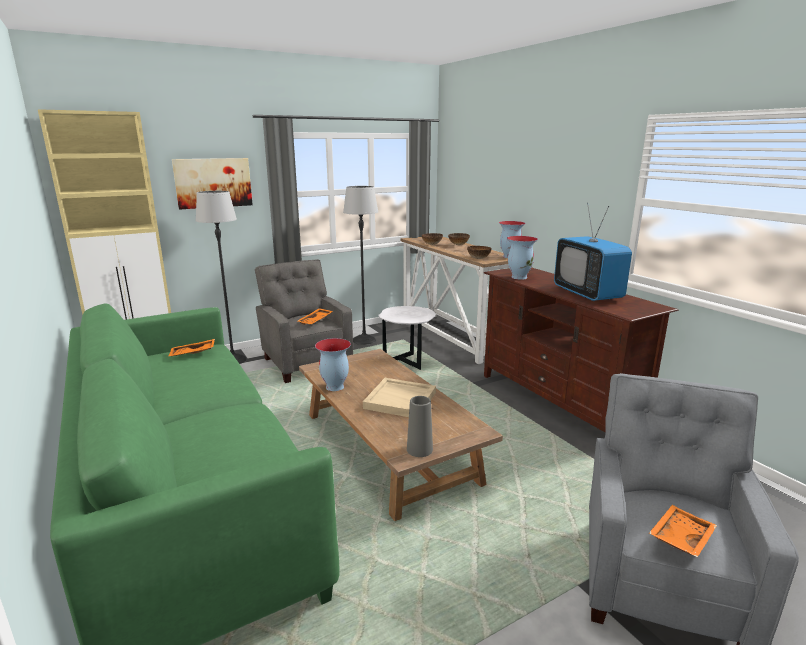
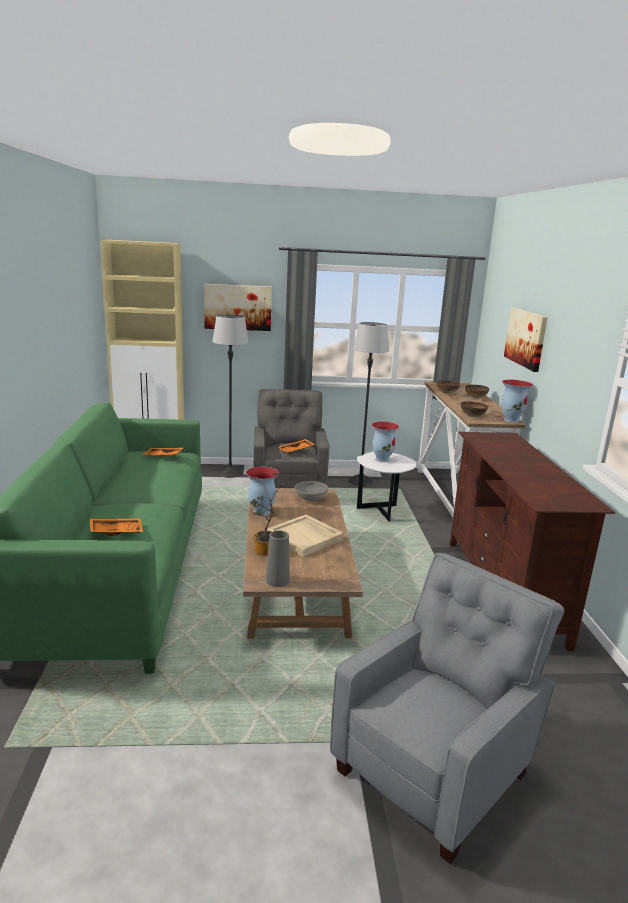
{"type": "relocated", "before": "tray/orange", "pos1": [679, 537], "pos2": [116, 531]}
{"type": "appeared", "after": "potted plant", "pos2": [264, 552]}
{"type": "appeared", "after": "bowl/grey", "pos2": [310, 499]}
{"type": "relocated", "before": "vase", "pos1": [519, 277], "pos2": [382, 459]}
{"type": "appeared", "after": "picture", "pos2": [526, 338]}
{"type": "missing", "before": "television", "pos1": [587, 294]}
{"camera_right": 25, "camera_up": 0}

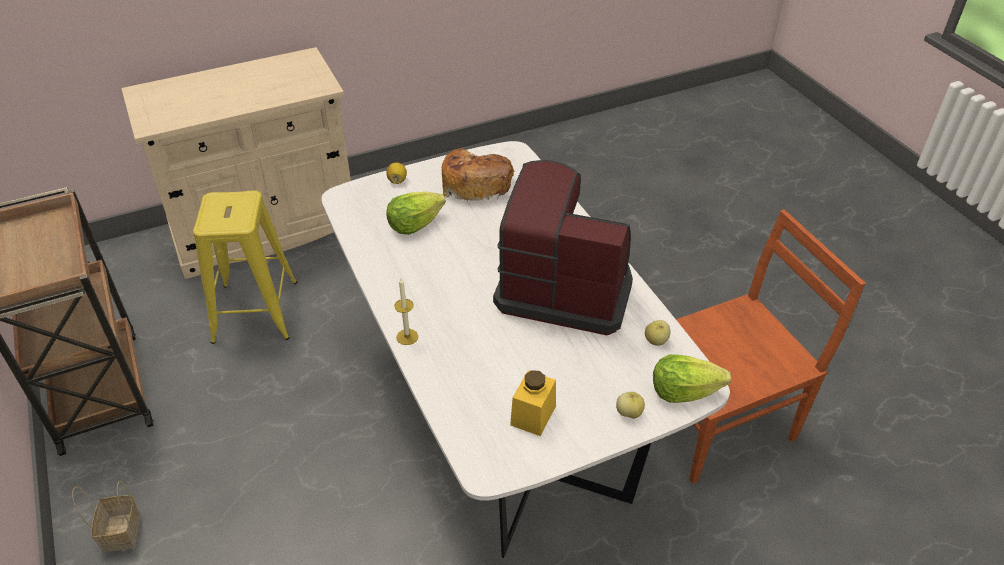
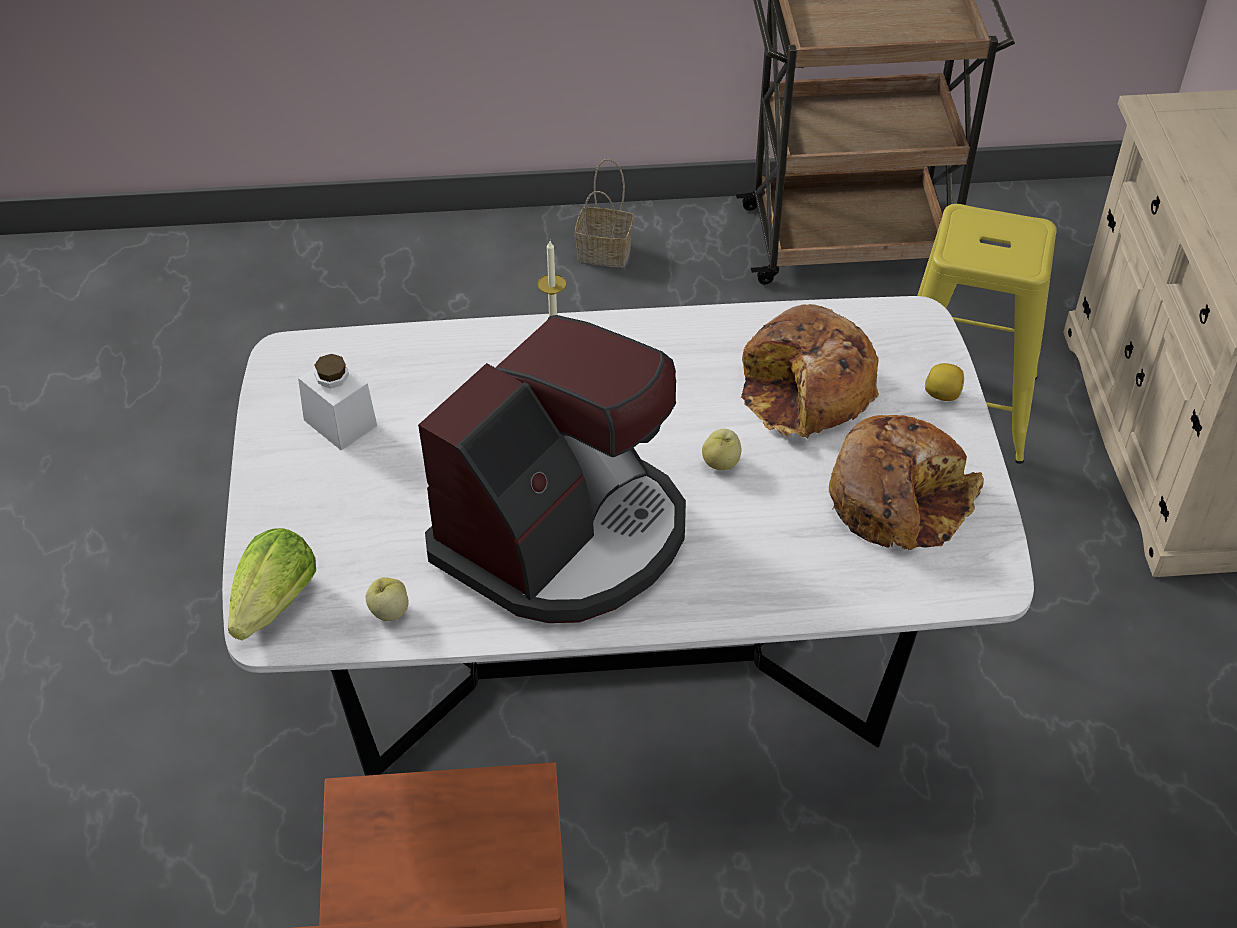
{"type": "colour", "before": "jar/yellow", "after": "jar/white", "pos1": [533, 415], "pos2": [340, 423]}
{"type": "relocated", "before": "apple", "pos1": [629, 412], "pos2": [721, 462]}
{"type": "exchanged", "before": "lettuce", "after": "bread", "pos1": [414, 225], "pos2": [807, 391]}
{"camera_right": 110, "camera_up": 5}

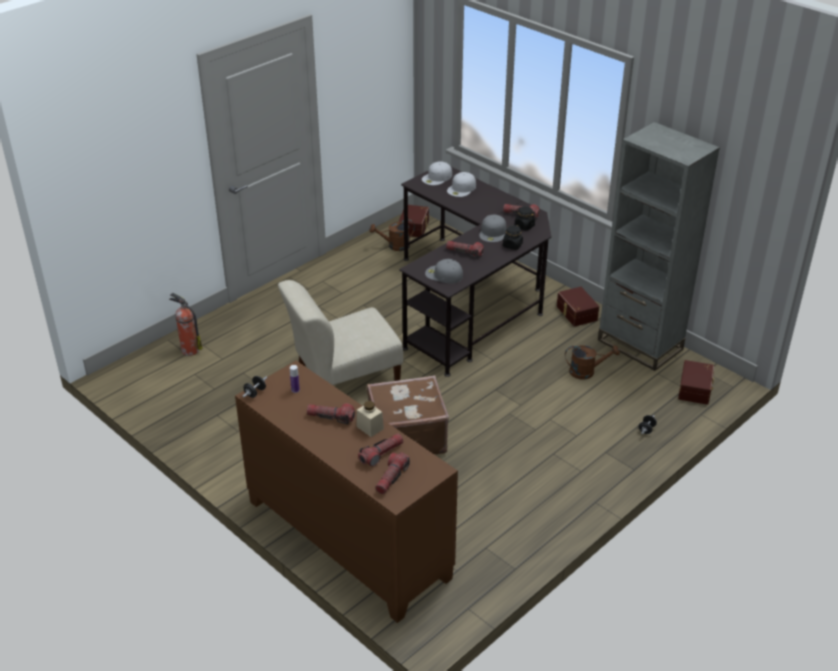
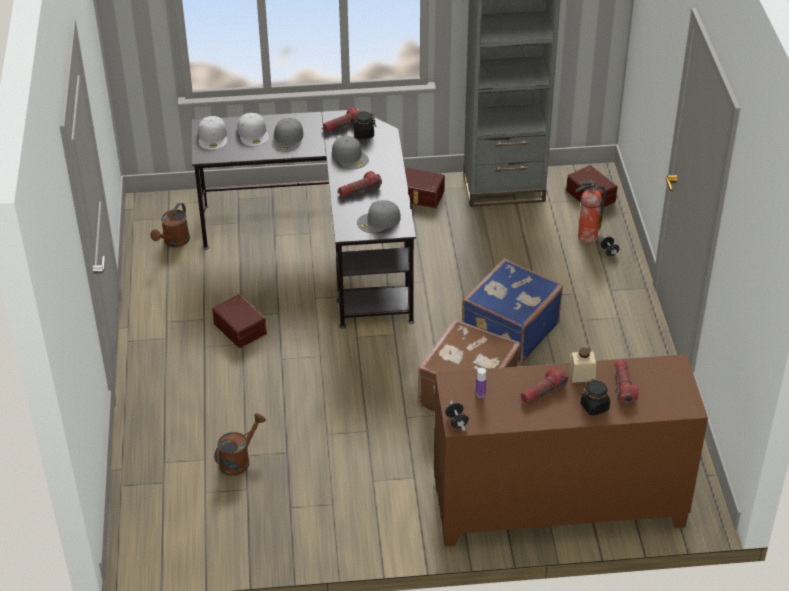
{"type": "relocated", "before": "storage box/brown", "pos1": [414, 227], "pos2": [241, 328]}
{"type": "relocated", "before": "watering can/brown", "pos1": [587, 372], "pos2": [238, 460]}
{"type": "appeared", "after": "cap/grey", "pos2": [288, 139]}
{"type": "appeared", "after": "suitcase/blue", "pos2": [508, 331]}
{"type": "relocated", "before": "fire extinguisher", "pos1": [189, 350], "pos2": [586, 237]}
{"type": "relocated", "before": "jar/black", "pos1": [512, 245], "pos2": [594, 407]}
{"type": "missing", "before": "chair/beige", "pos1": [344, 378]}
{"type": "missing", "before": "flashlight", "pos1": [391, 478]}
{"camera_right": -50, "camera_up": 5}

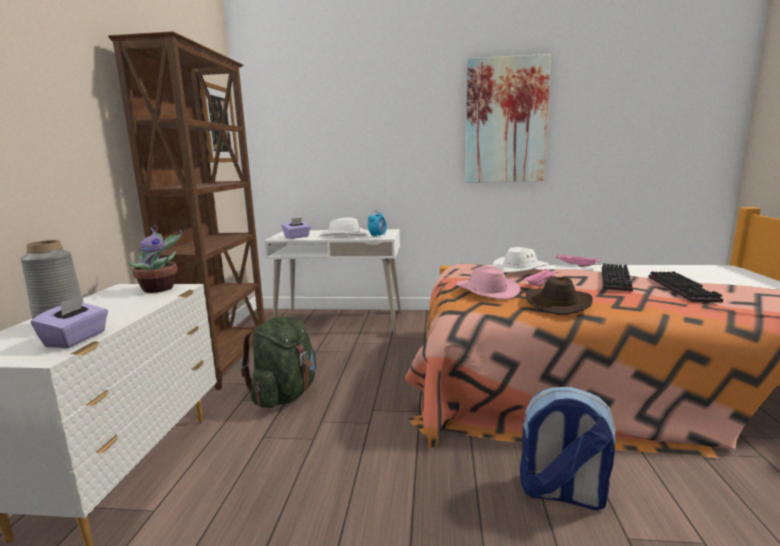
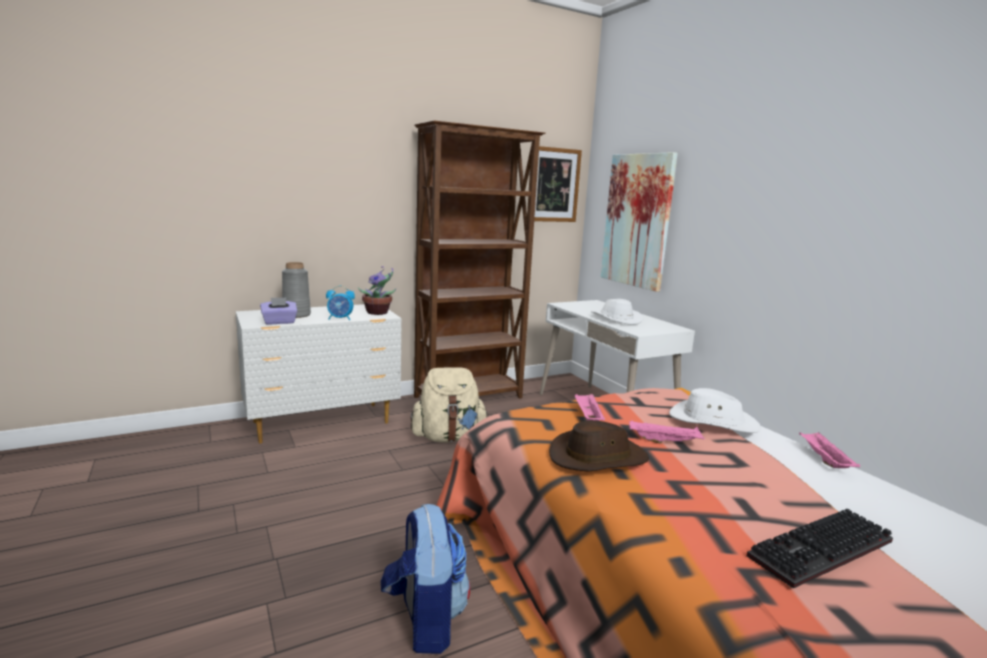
{"type": "relocated", "before": "alarm clock", "pos1": [377, 236], "pos2": [340, 319]}
{"type": "colour", "before": "backpack/green", "after": "backpack/beige", "pos1": [285, 395], "pos2": [448, 437]}
{"type": "exchanged", "before": "hat/pink", "after": "tray/pink", "pos1": [486, 291], "pos2": [587, 417]}
{"type": "relocated", "before": "picture", "pos1": [505, 121], "pos2": [637, 220]}
{"type": "missing", "before": "tissue box/purple", "pos1": [297, 237]}
{"type": "missing", "before": "keyboard", "pos1": [617, 279]}
{"camera_right": 55, "camera_up": 0}

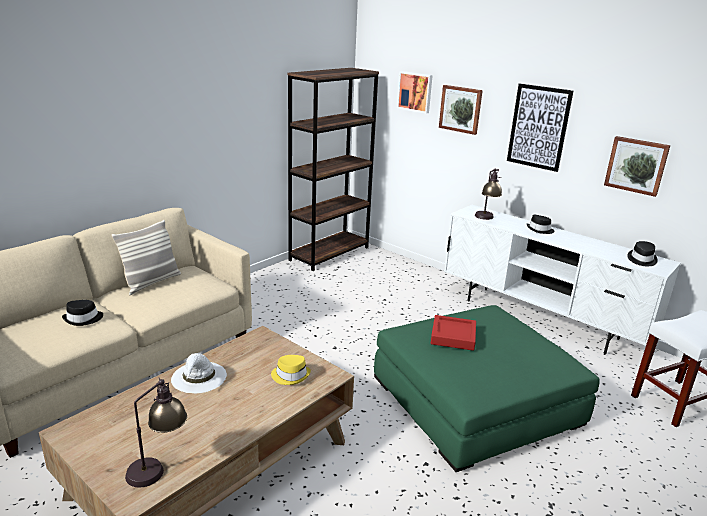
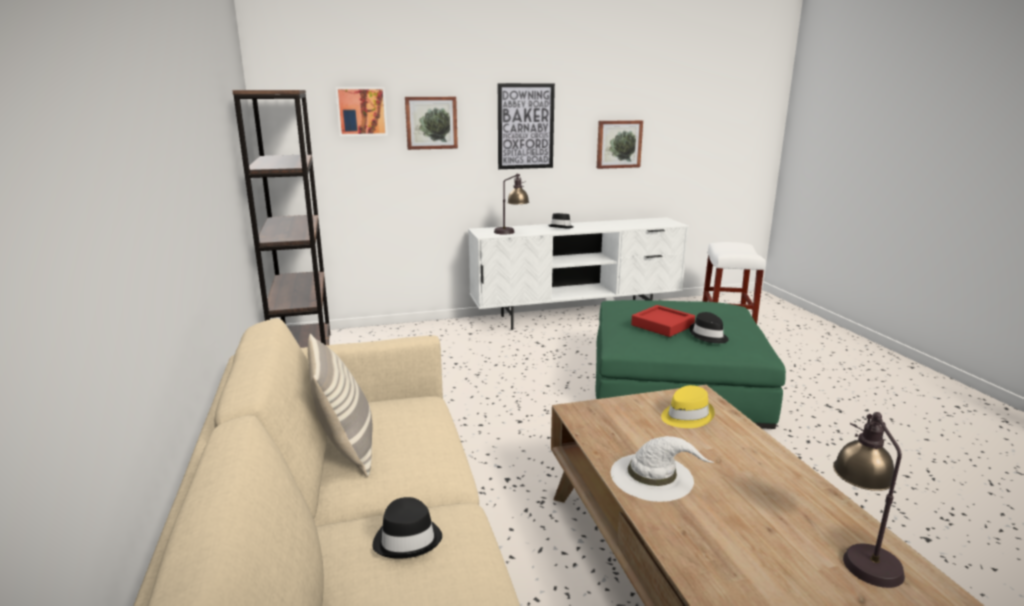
{"type": "relocated", "before": "hat/black", "pos1": [641, 259], "pos2": [708, 335]}
{"camera_right": -55, "camera_up": -5}

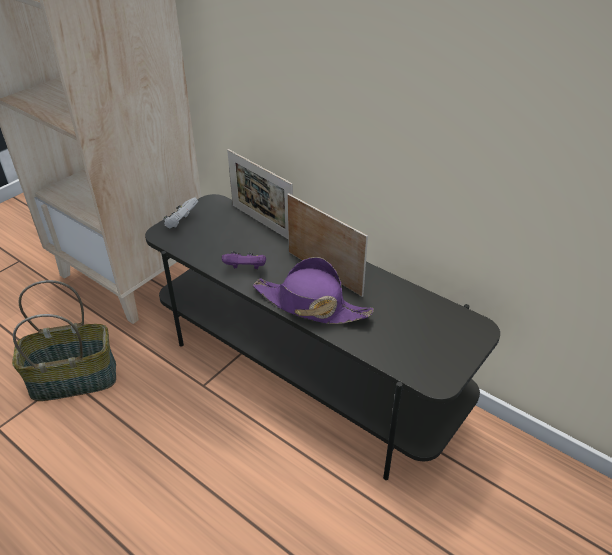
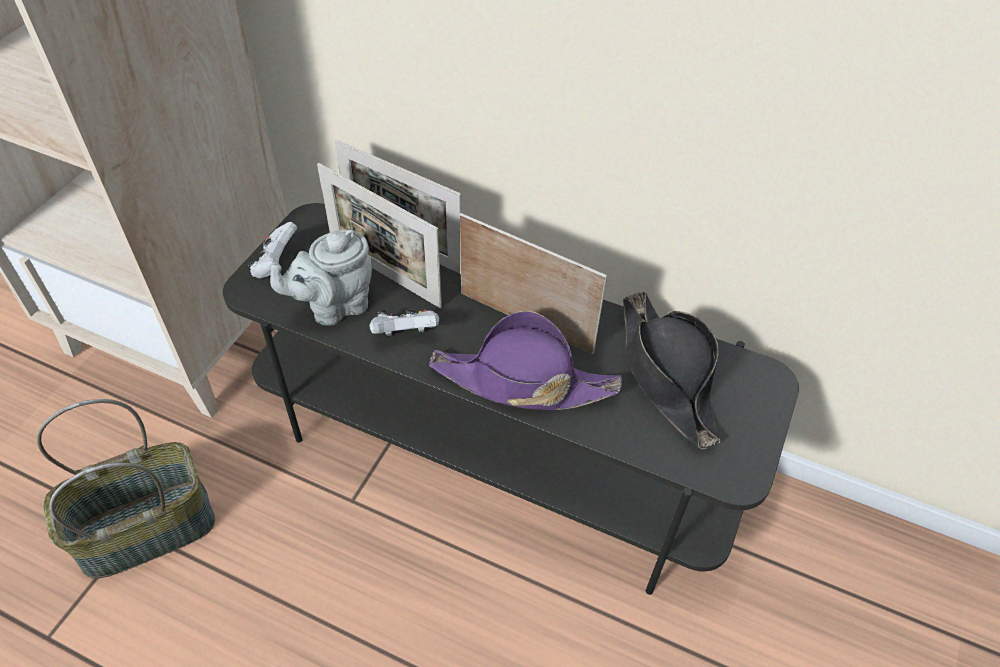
{"type": "appeared", "after": "teapot/grey", "pos2": [334, 306]}
{"type": "appeared", "after": "picture frame", "pos2": [385, 274]}
{"type": "colour", "before": "game controller/purple", "after": "game controller/white", "pos1": [246, 269], "pos2": [405, 334]}
{"type": "appeared", "after": "hat/black", "pos2": [667, 375]}
{"camera_right": -15, "camera_up": 10}

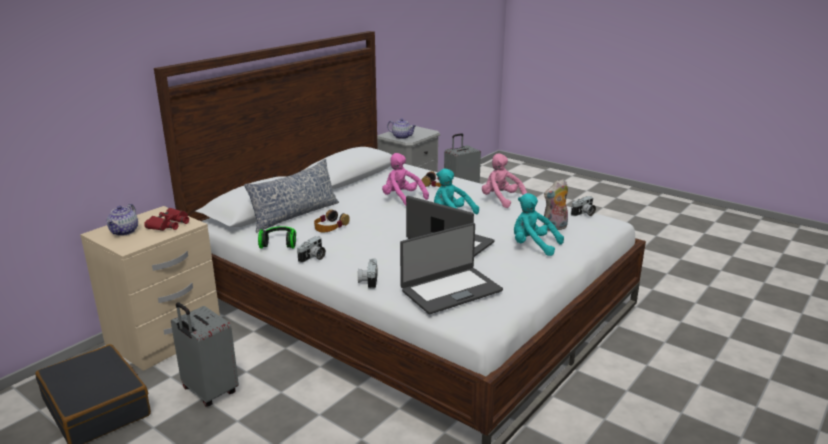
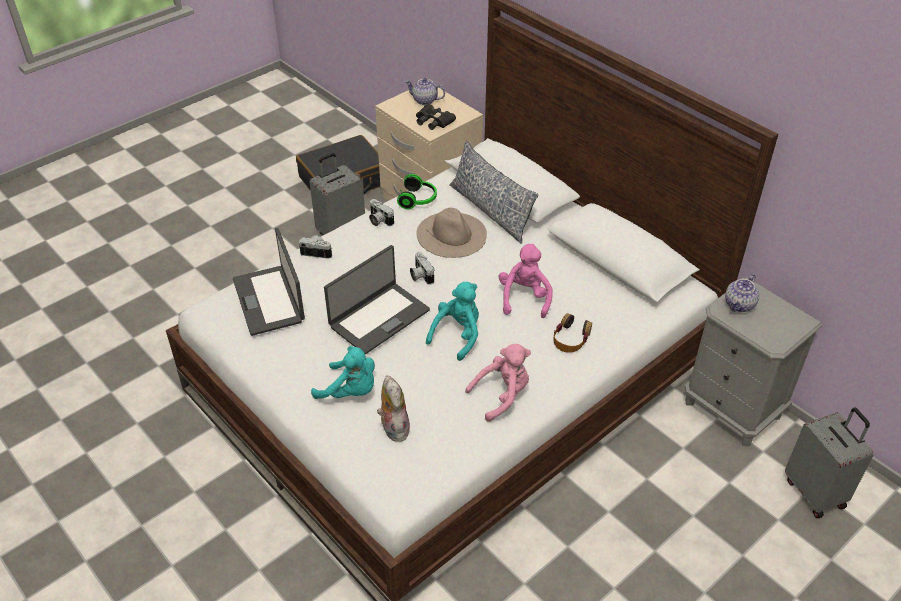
{"type": "spun", "before": "plush toy/turquoise", "pos1": [533, 246], "pos2": [350, 391], "turn": 75}
{"type": "relocated", "before": "photo camera", "pos1": [584, 214], "pos2": [420, 275]}
{"type": "colour", "before": "binoculars/red", "after": "binoculars/black", "pos1": [169, 224], "pos2": [434, 121]}
{"type": "exchanged", "before": "headphones", "after": "hat/beige", "pos1": [330, 226], "pos2": [452, 234]}
{"type": "spun", "before": "plush toy/pink", "pos1": [402, 199], "pos2": [524, 298], "turn": -45}
{"camera_right": 100, "camera_up": 20}

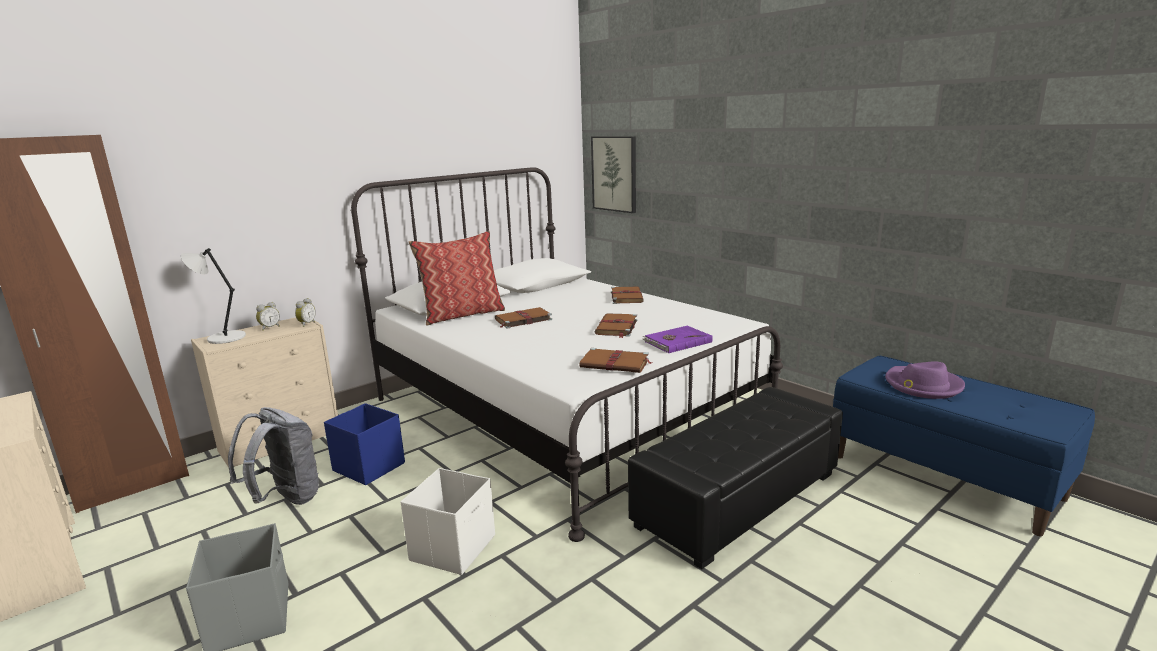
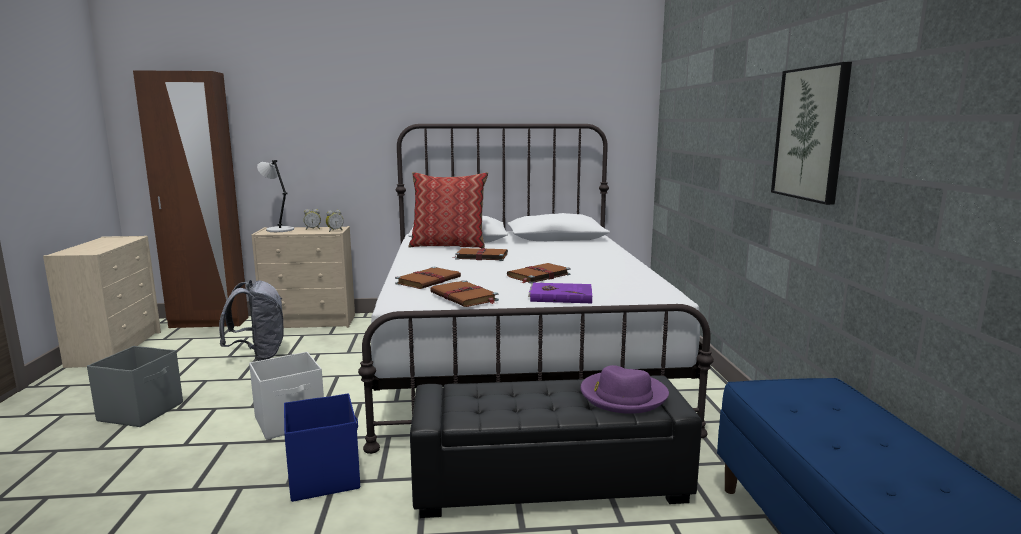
{"type": "relocated", "before": "storage box/blue", "pos1": [368, 466], "pos2": [324, 476]}
{"type": "relocated", "before": "book/brown", "pos1": [626, 297], "pos2": [429, 280]}
{"type": "relocated", "before": "hat/purple", "pos1": [922, 385], "pos2": [623, 395]}
{"type": "relocated", "before": "picture", "pos1": [614, 173], "pos2": [811, 133]}
{"camera_right": 35, "camera_up": -5}

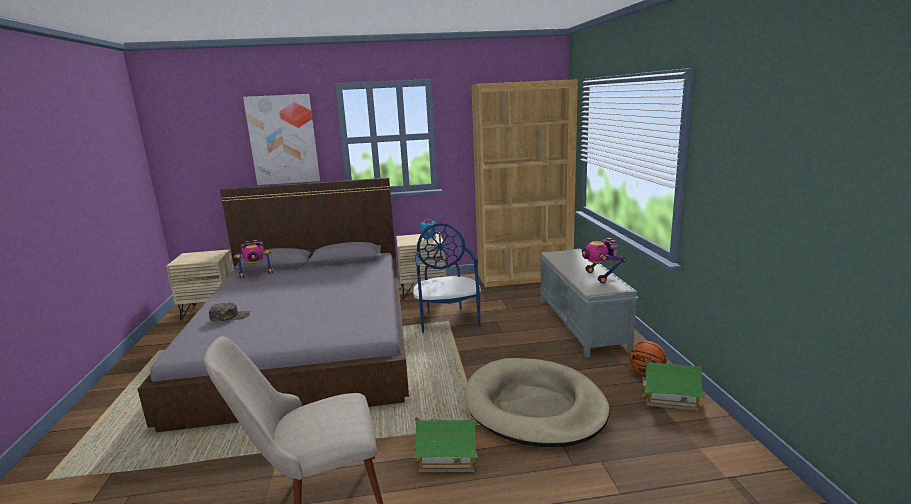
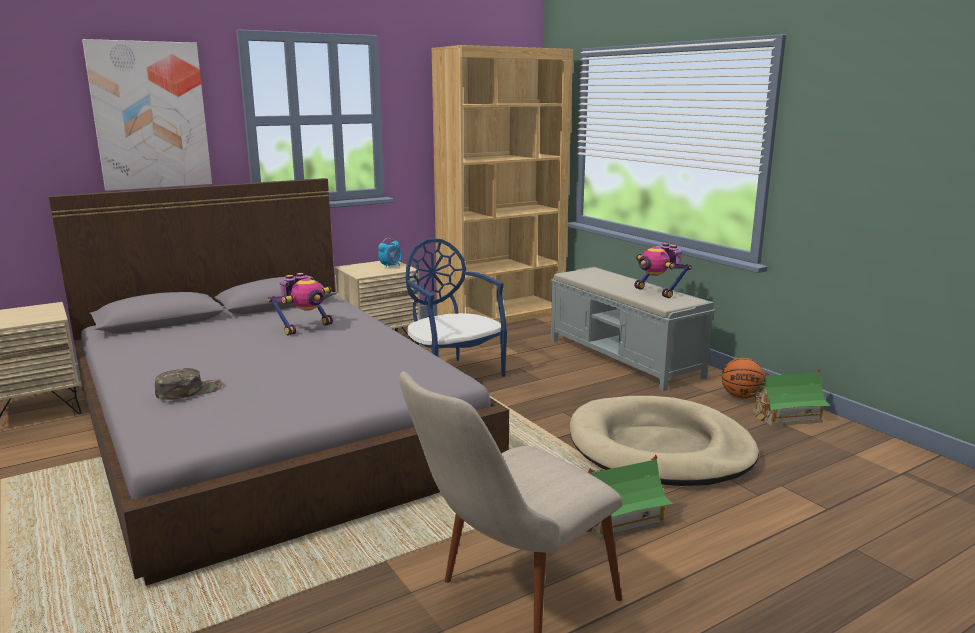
{"type": "relocated", "before": "toy robot", "pos1": [256, 274], "pos2": [305, 328]}
{"camera_right": -25, "camera_up": 0}

